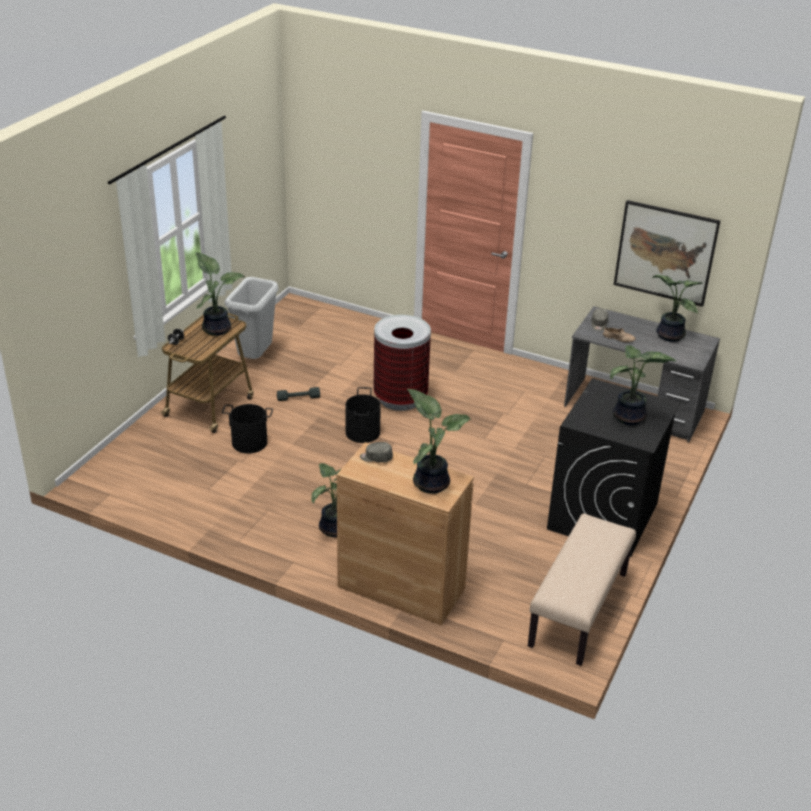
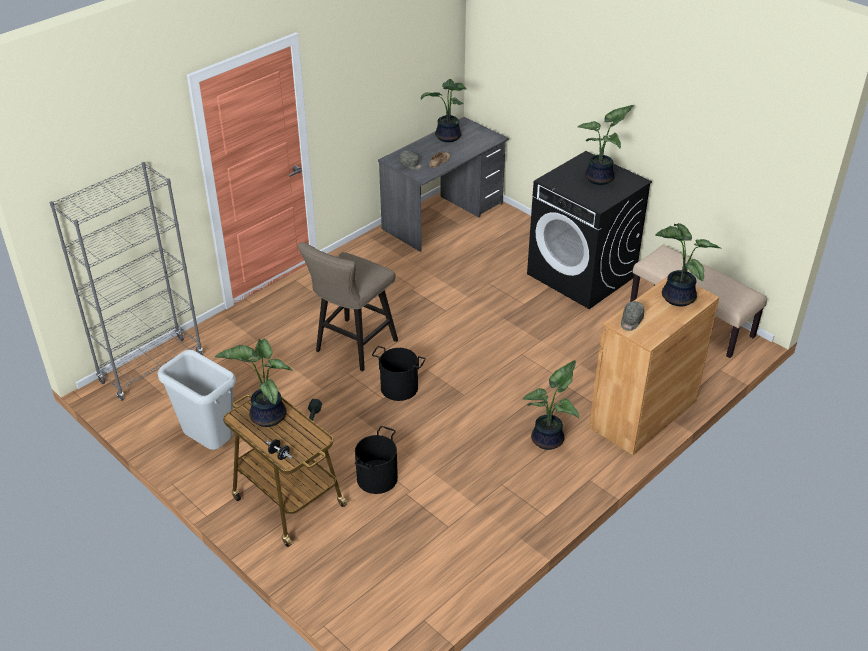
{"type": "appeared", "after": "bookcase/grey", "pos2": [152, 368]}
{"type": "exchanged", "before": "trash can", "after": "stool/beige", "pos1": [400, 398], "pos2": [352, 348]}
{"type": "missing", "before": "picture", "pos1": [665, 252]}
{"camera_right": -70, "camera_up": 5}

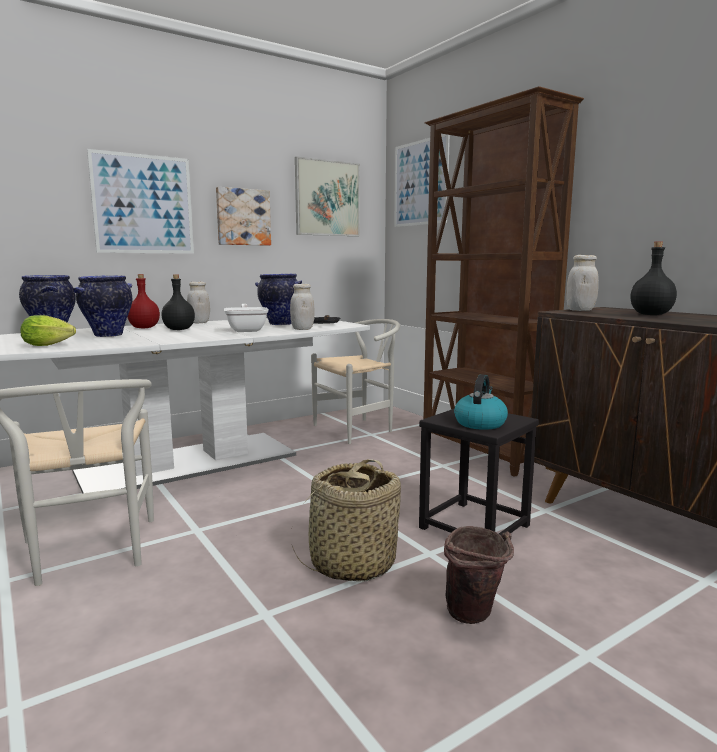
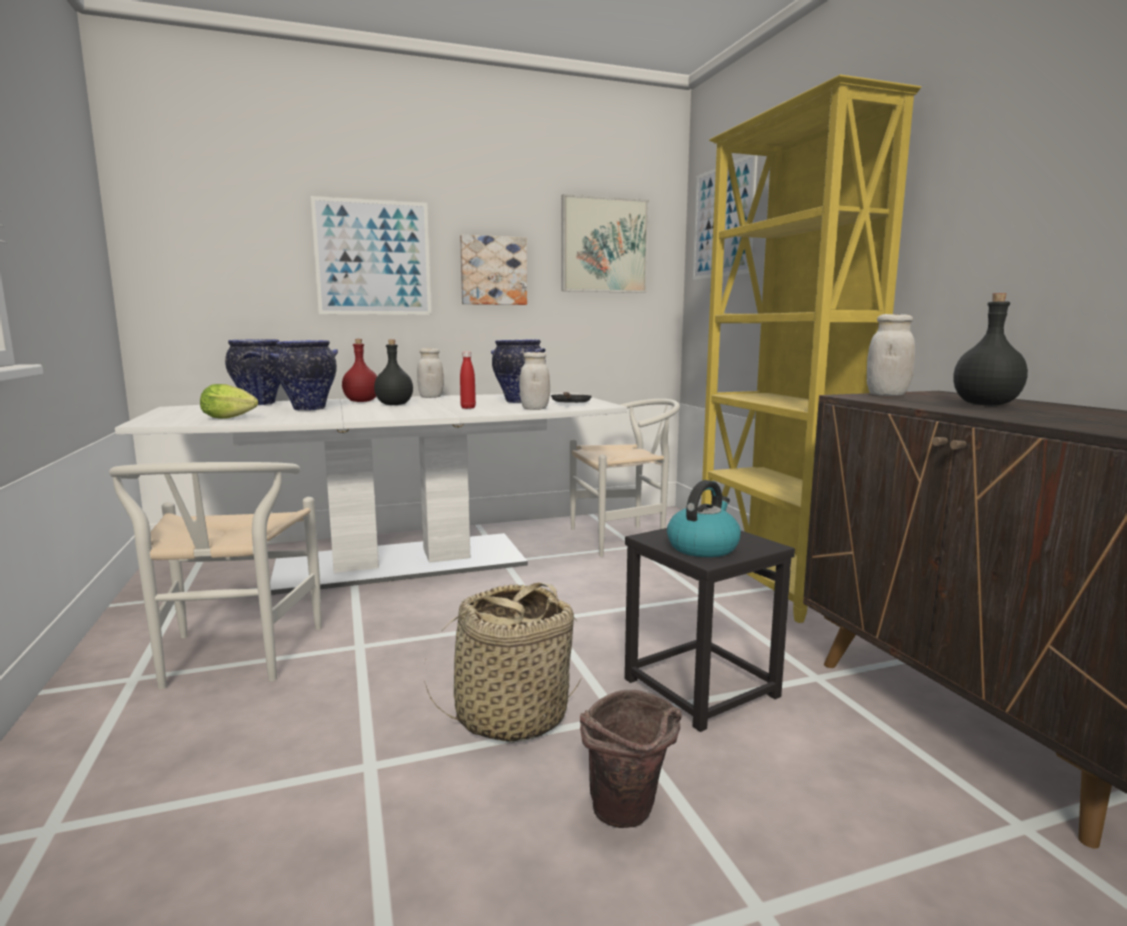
{"type": "exchanged", "before": "frying pan", "after": "bottle/red", "pos1": [247, 330], "pos2": [468, 408]}
{"type": "colour", "before": "bookcase/brown", "after": "bookcase/yellow", "pos1": [483, 452], "pos2": [772, 584]}
{"camera_right": 15, "camera_up": 0}

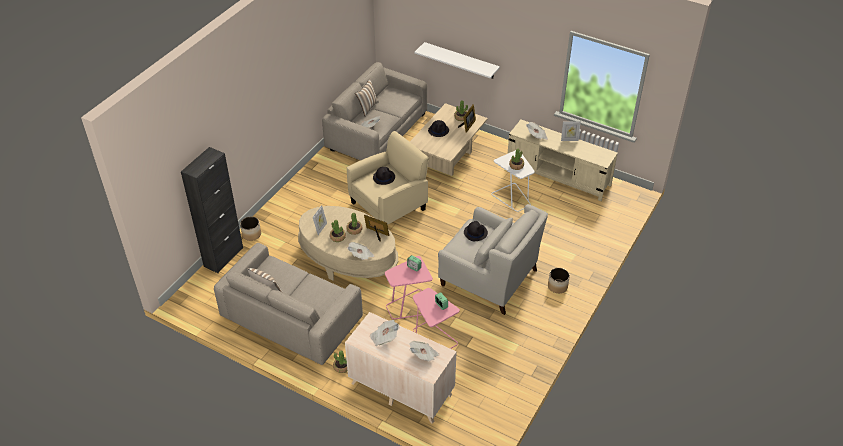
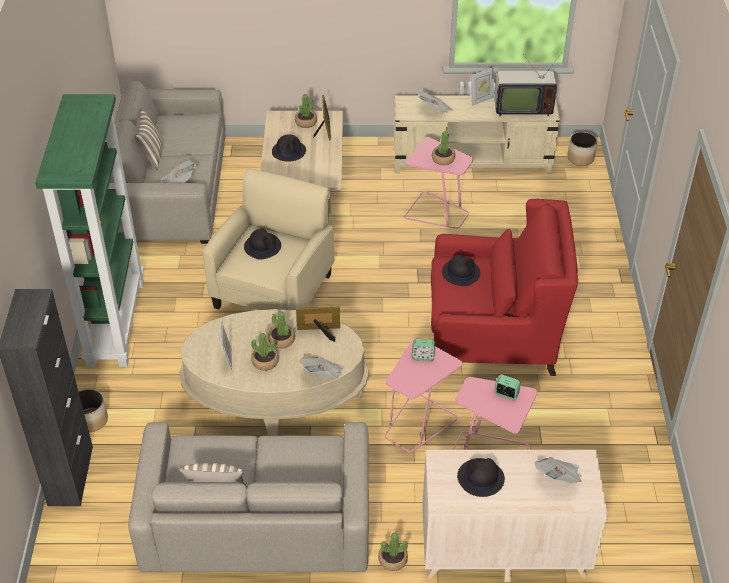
{"type": "appeared", "after": "bookcase/green", "pos2": [115, 322]}
{"type": "colour", "before": "side table/white", "after": "side table/pink", "pos1": [512, 198], "pos2": [437, 212]}
{"type": "colour", "before": "armchair/white", "after": "armchair/red", "pos1": [489, 277], "pos2": [493, 333]}
{"type": "exchanged", "before": "newspaper", "after": "hat/black", "pos1": [384, 337], "pos2": [480, 478]}
{"type": "appeared", "after": "television", "pos2": [521, 108]}
{"type": "relocated", "before": "planter", "pos1": [557, 286], "pos2": [580, 158]}
{"type": "missing", "before": "shelf/white", "pos1": [461, 61]}
{"camera_right": -30, "camera_up": 0}

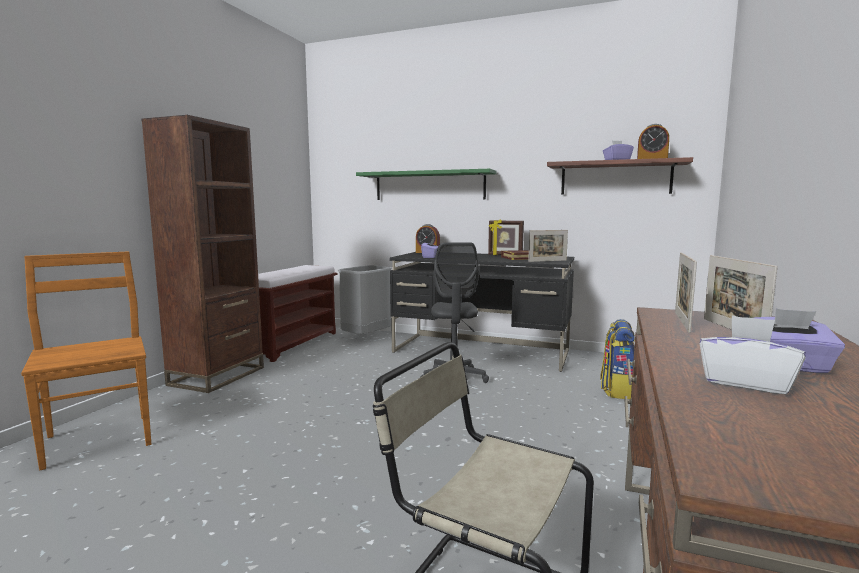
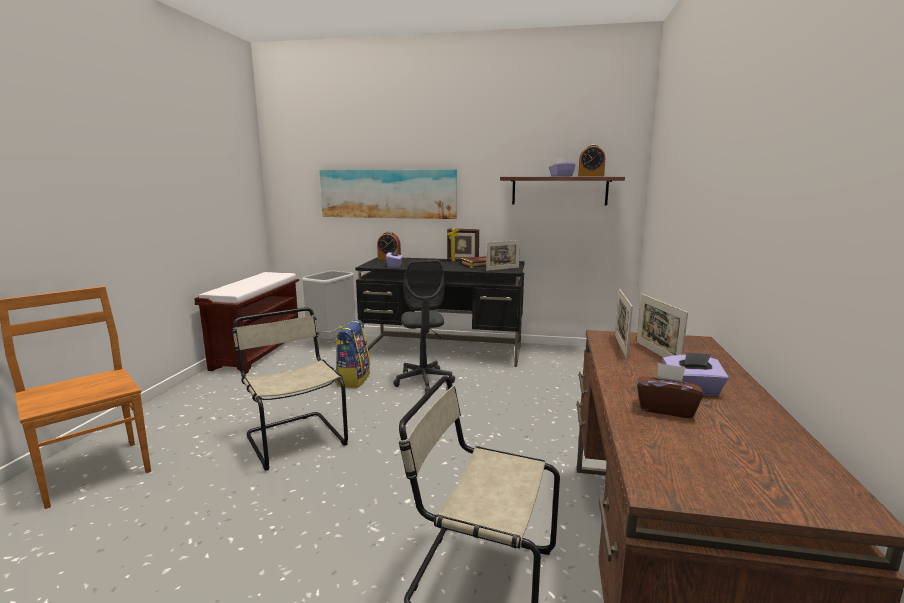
{"type": "appeared", "after": "chair/beige", "pos2": [294, 438]}
{"type": "exchanged", "before": "shelf/green", "after": "picture", "pos1": [429, 186], "pos2": [388, 193]}
{"type": "relocated", "before": "backpack", "pos1": [618, 390], "pos2": [352, 379]}
{"type": "colour", "before": "tissue box/white", "after": "tissue box/brown", "pos1": [745, 382], "pos2": [666, 409]}
{"type": "missing", "before": "bookcase/brown", "pos1": [217, 376]}
{"camera_right": -10, "camera_up": 5}

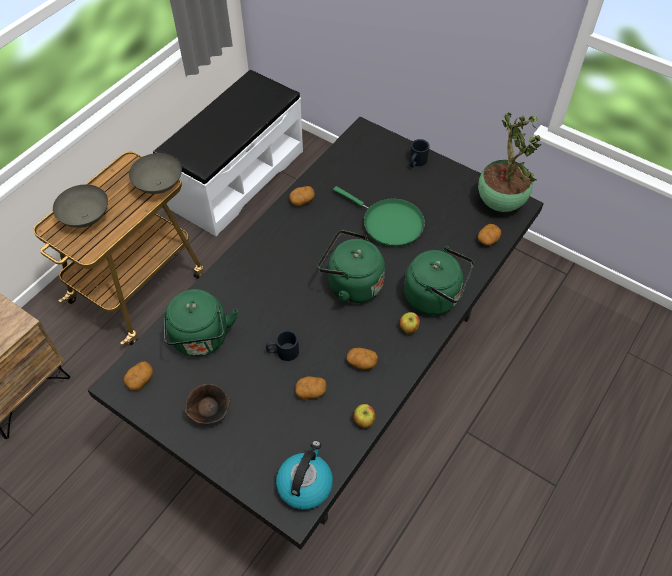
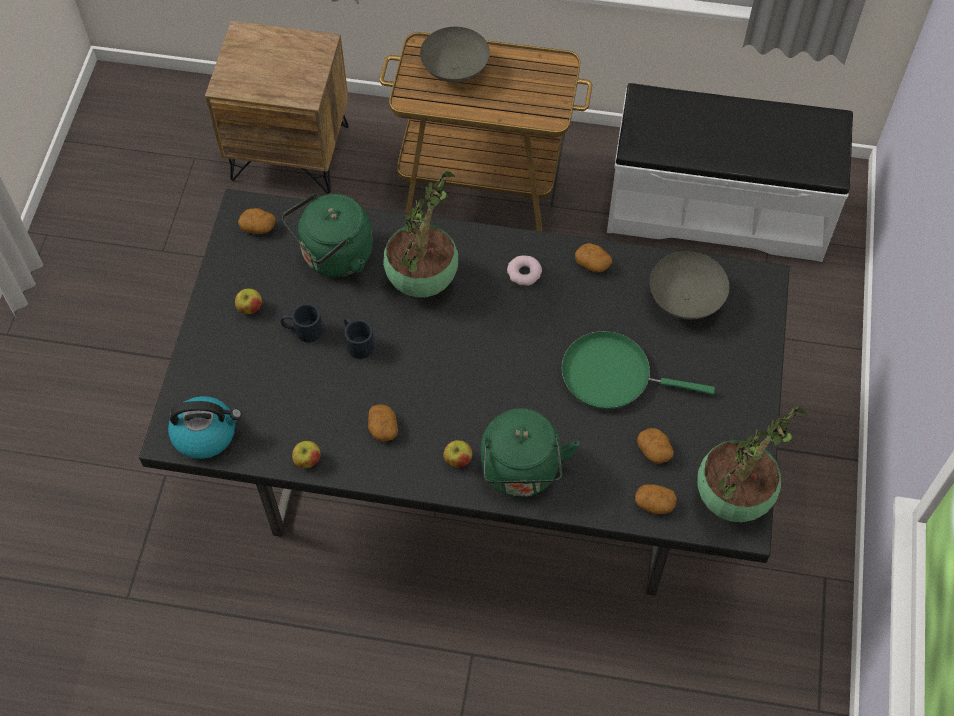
{"type": "exchanged", "before": "bowl/brown", "after": "apple", "pos1": [210, 412], "pos2": [250, 308]}
{"type": "relocated", "before": "mug/black", "pos1": [416, 162], "pos2": [302, 330]}
{"type": "appeared", "after": "potted plant", "pos2": [423, 278]}
{"type": "appeared", "after": "donut", "pos2": [524, 273]}
{"type": "spun", "before": "frying pan/green", "pos1": [389, 223], "pos2": [612, 375], "turn": 90}
{"type": "relocated", "before": "potato", "pos1": [311, 391], "pos2": [654, 451]}
{"type": "relocated", "before": "bowl/grey", "pos1": [158, 184], "pos2": [686, 299]}
{"type": "missing", "before": "kettle/green", "pos1": [351, 284]}
{"camera_right": 65, "camera_up": 5}

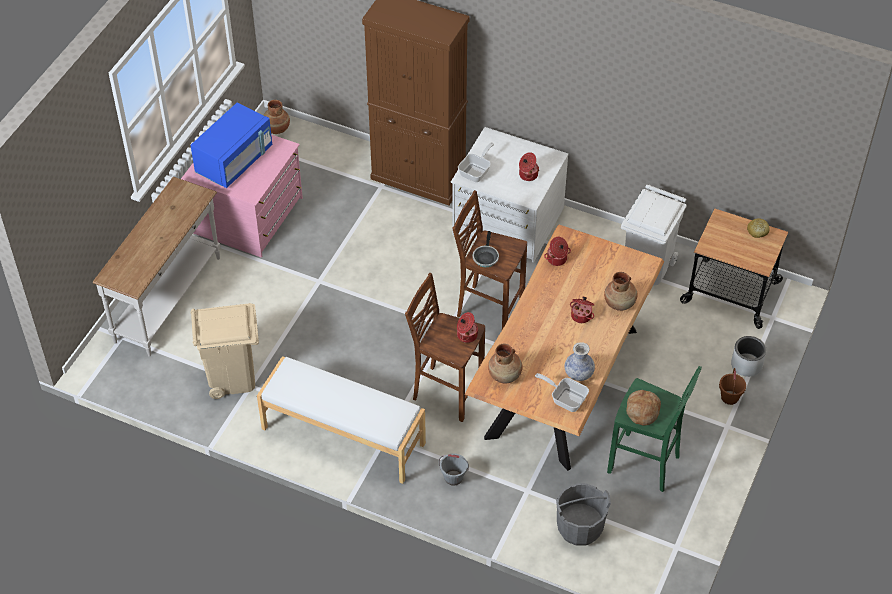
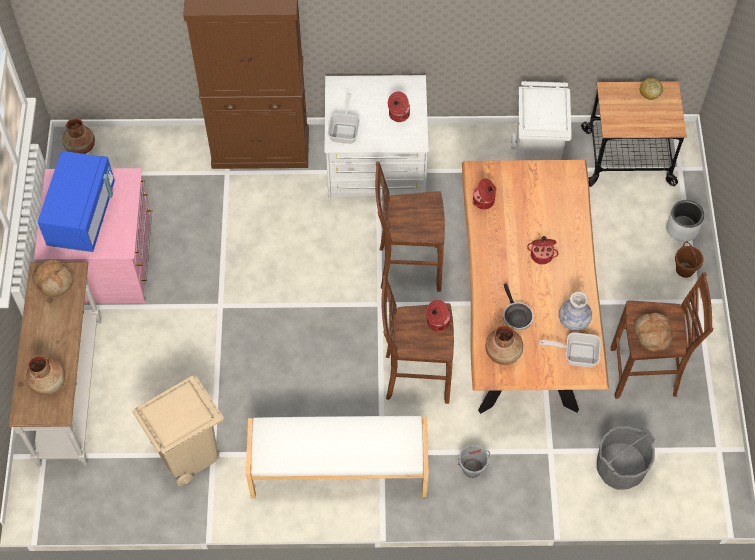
{"type": "relocated", "before": "vase/brown", "pos1": [620, 303], "pos2": [49, 382]}
{"type": "appeared", "after": "bread", "pos2": [54, 281]}
{"type": "relocated", "before": "frying pan", "pos1": [485, 257], "pos2": [516, 316]}
{"type": "colour", "before": "stool/green", "after": "stool/brown", "pos1": [645, 464], "pos2": [645, 374]}
{"camera_right": -25, "camera_up": 10}

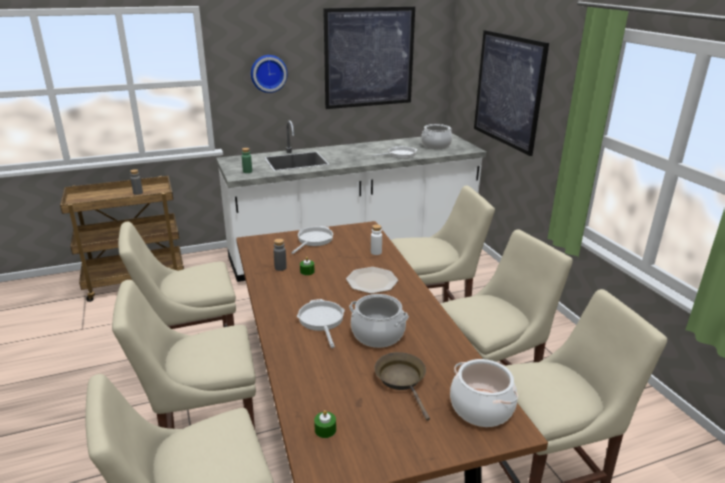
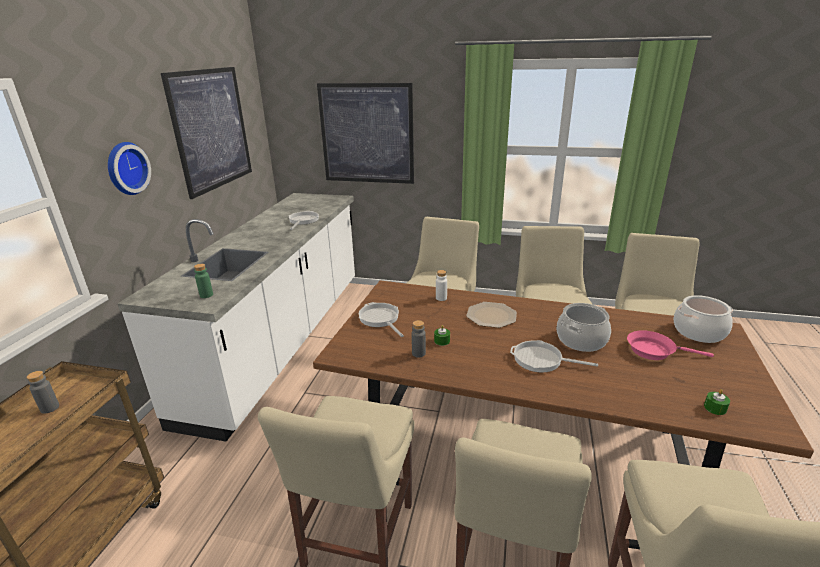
{"type": "colour", "before": "frying pan/brown", "after": "frying pan/pink", "pos1": [402, 380], "pos2": [654, 351]}
{"type": "missing", "before": "cooking pot", "pos1": [436, 146]}
{"camera_right": -55, "camera_up": 0}

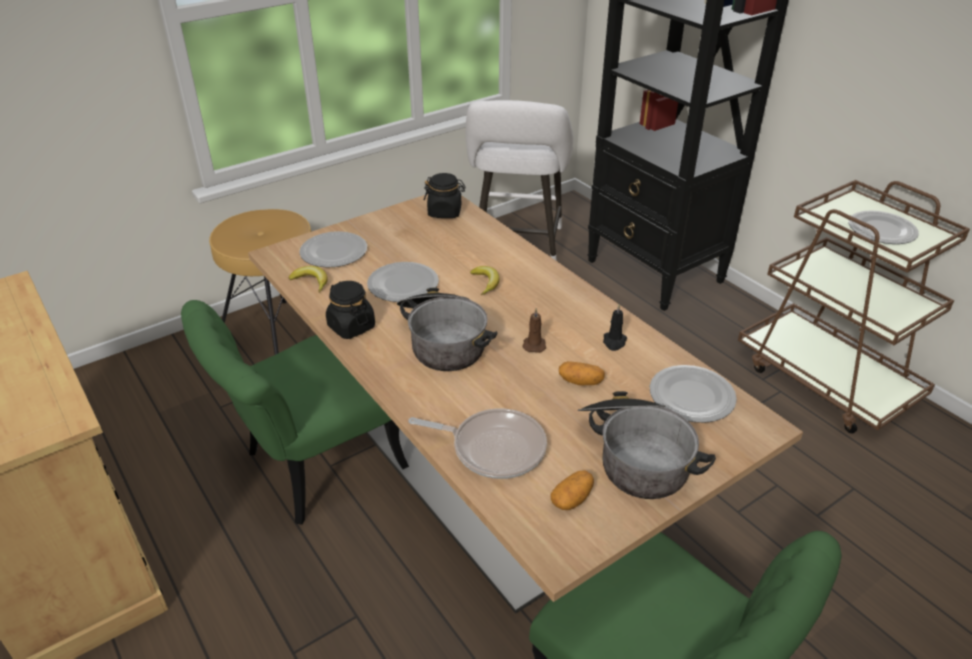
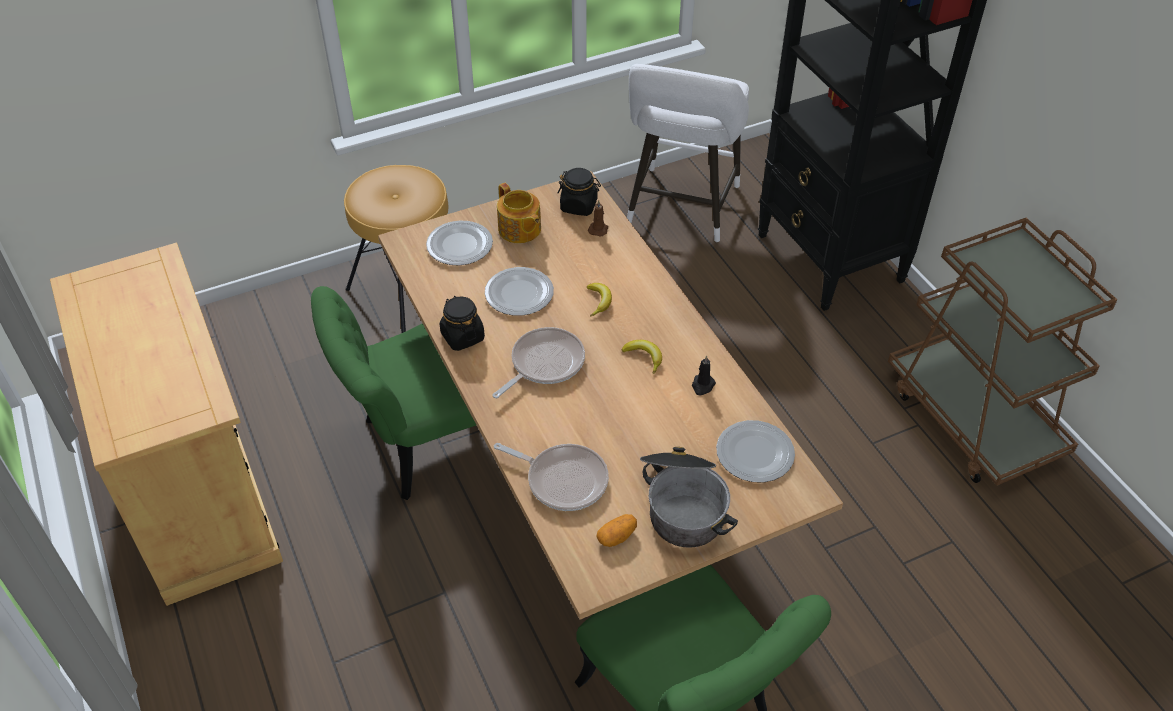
{"type": "exchanged", "before": "cooking pot", "after": "frying pan", "pos1": [443, 341], "pos2": [544, 364]}
{"type": "appeared", "after": "teapot", "pos2": [519, 230]}
{"type": "relocated", "before": "candle/brown", "pos1": [534, 345], "pos2": [598, 229]}
{"type": "relocated", "before": "banana", "pos1": [311, 282], "pos2": [644, 357]}
{"type": "missing", "before": "potato", "pos1": [580, 381]}
{"type": "missing", "before": "plate", "pos1": [882, 230]}
{"camera_right": 10, "camera_up": 10}

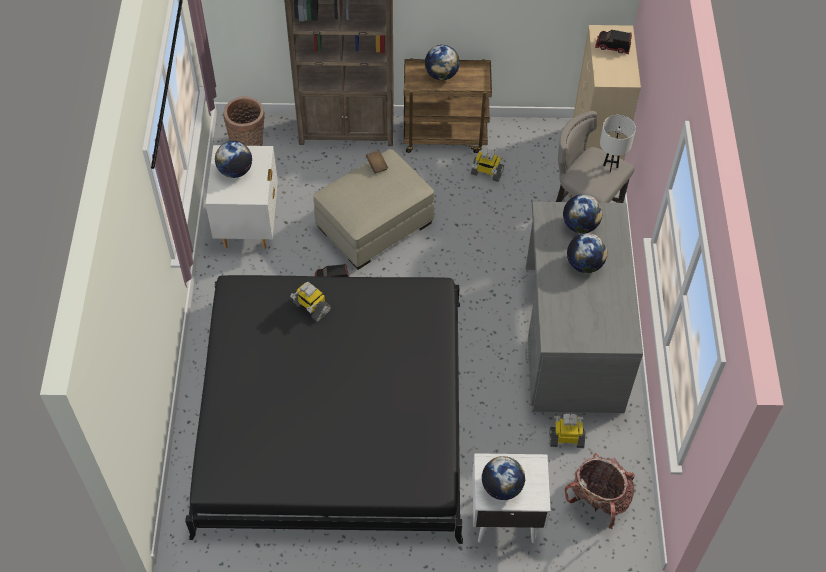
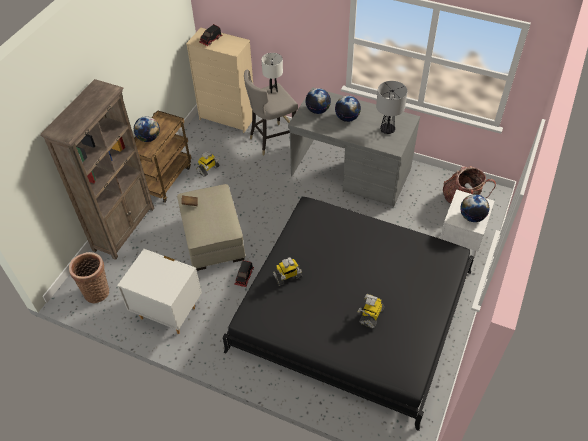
{"type": "relocated", "before": "toy robot", "pos1": [566, 438], "pos2": [371, 315]}
{"type": "appeared", "after": "table lamp", "pos2": [387, 130]}
{"type": "missing", "before": "globe", "pos1": [235, 171]}
{"camera_right": -65, "camera_up": -5}

